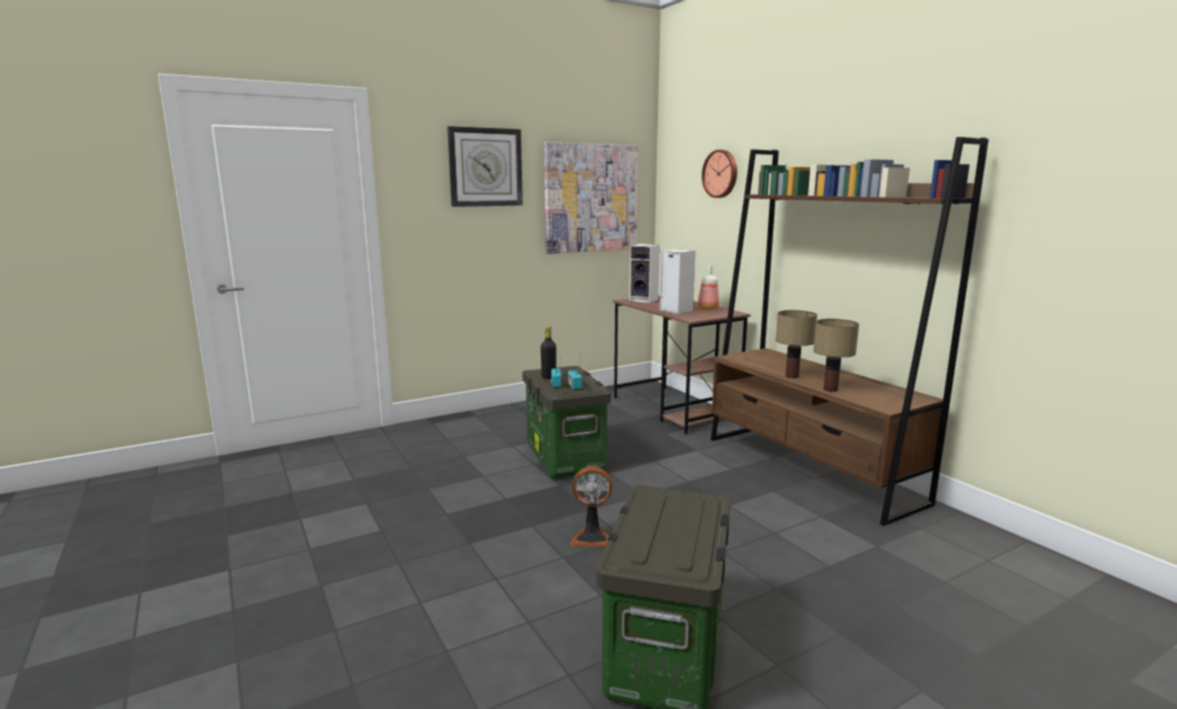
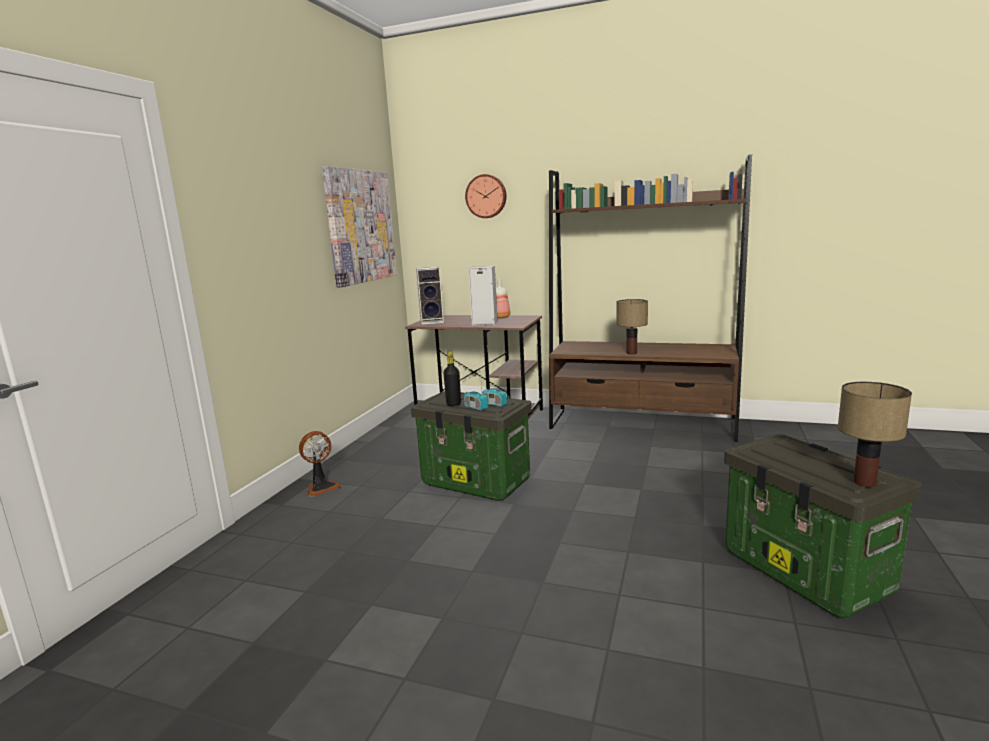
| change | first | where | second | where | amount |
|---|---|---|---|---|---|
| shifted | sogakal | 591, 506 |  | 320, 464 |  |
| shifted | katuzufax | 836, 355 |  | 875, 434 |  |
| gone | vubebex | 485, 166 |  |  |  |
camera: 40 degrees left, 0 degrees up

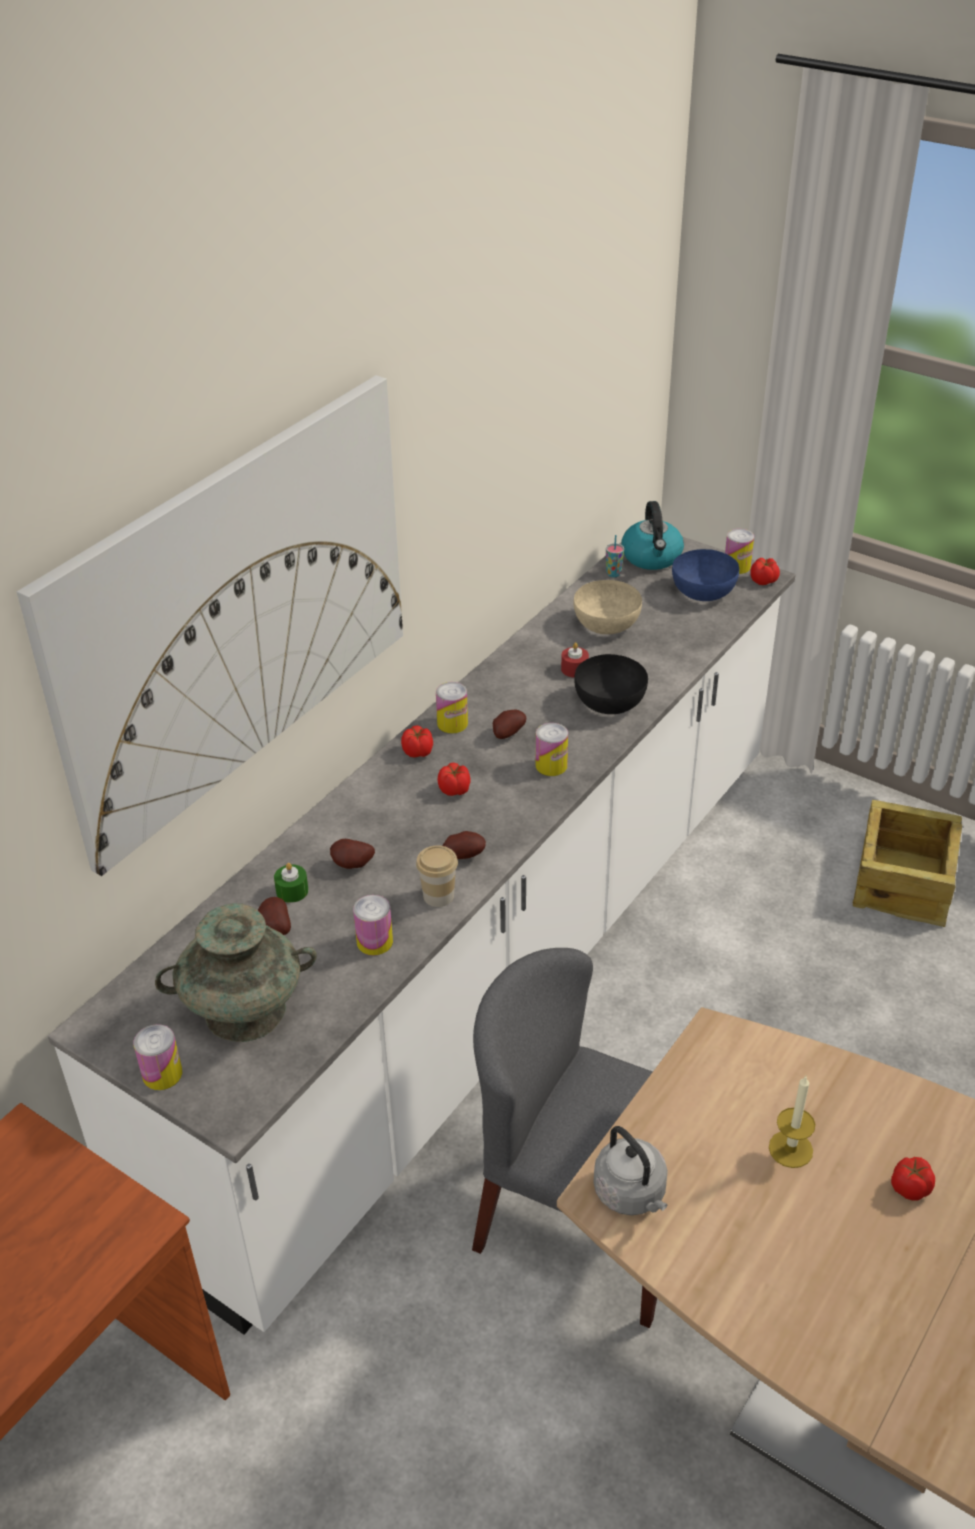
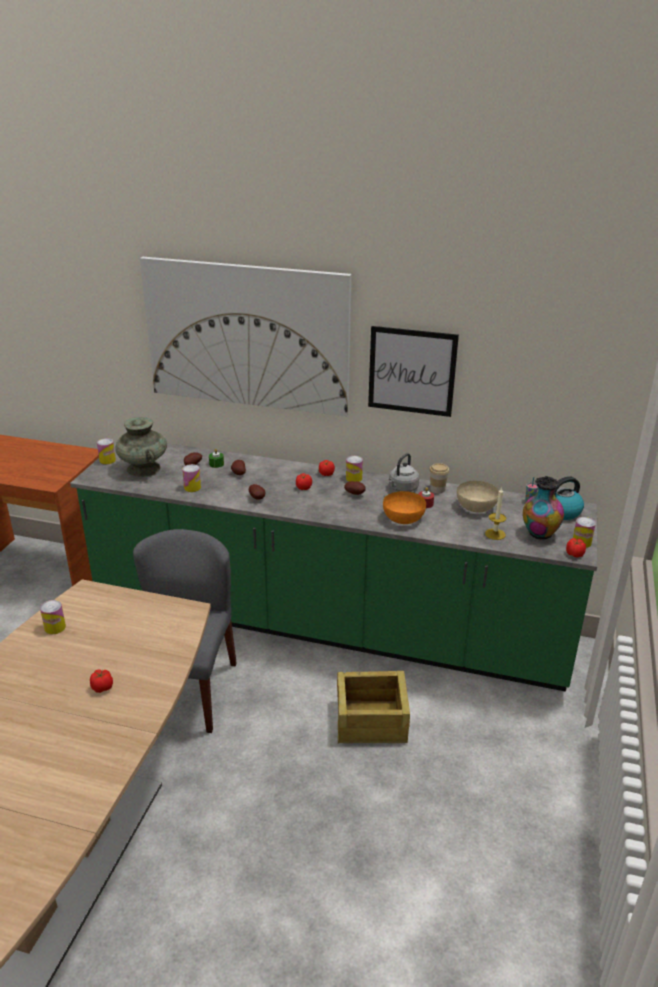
| change | first | where | second | where | amount |
|---|---|---|---|---|---|
| shifted | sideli | 552, 749 |  | 53, 617 |  |
| repainted | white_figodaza | 422, 936 | green_figodaza | 333, 567 |  |
| shifted | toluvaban | 907, 863 |  | 373, 707 |  |
| new |  |  | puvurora | 413, 371 |  |
| repainted | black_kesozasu | 611, 684 | orange_kesozasu | 404, 507 |  |
| shifted | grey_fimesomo | 630, 1170 |  | 404, 472 |  |
| shifted | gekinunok | 437, 876 |  | 439, 478 |  |
| shifted | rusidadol | 792, 1122 |  | 495, 513 |  |
| swapped | blue_kesozasu | 705, 575 | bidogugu | 543, 508 |  |
camera: 70 degrees right, 10 degrees down

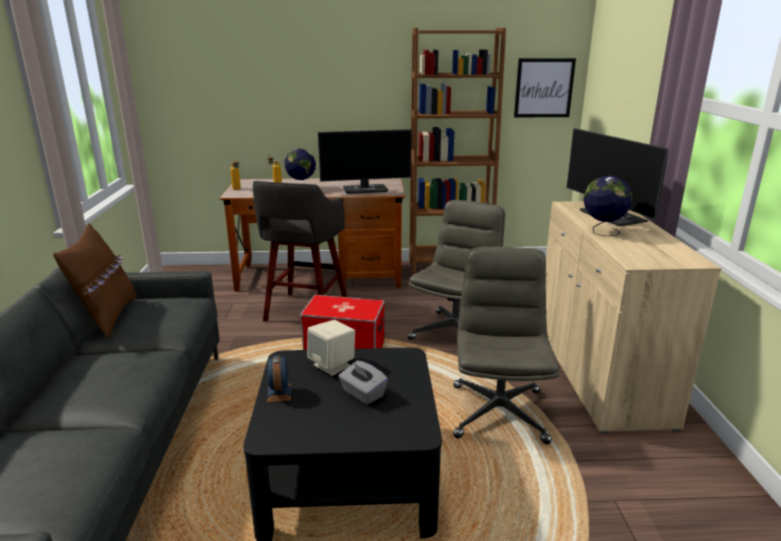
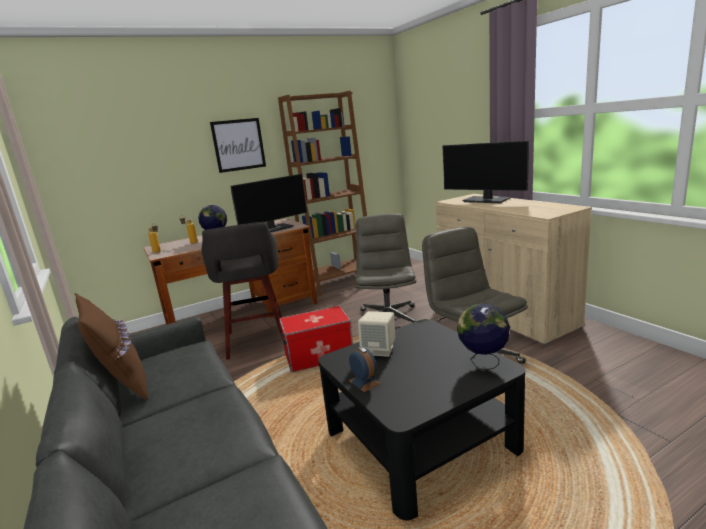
| change | first | where | second | where | amount |
|---|---|---|---|---|---|
| shifted | puvurora | 545, 87 |  | 238, 145 |  |
| shifted | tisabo | 608, 206 |  | 483, 337 |  |
| gone | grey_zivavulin | 363, 383 |  |  |  |
camera: 25 degrees left, 5 degrees down

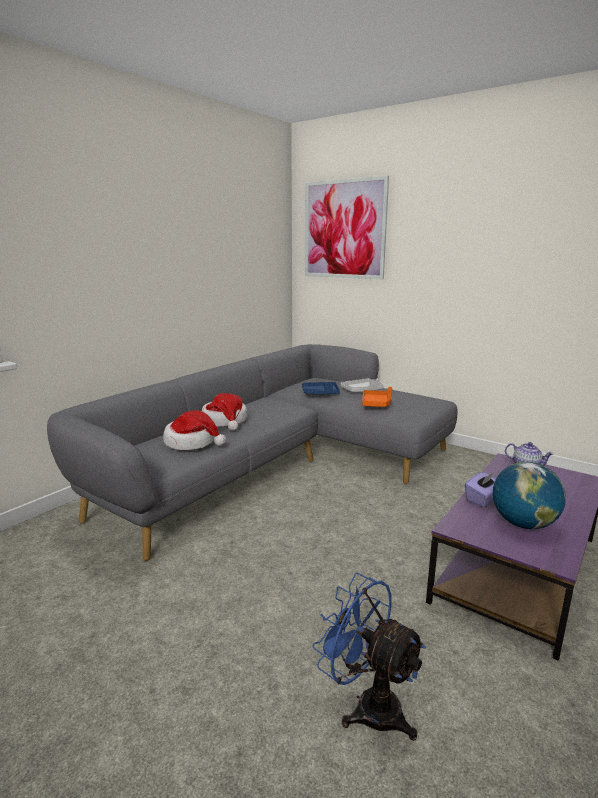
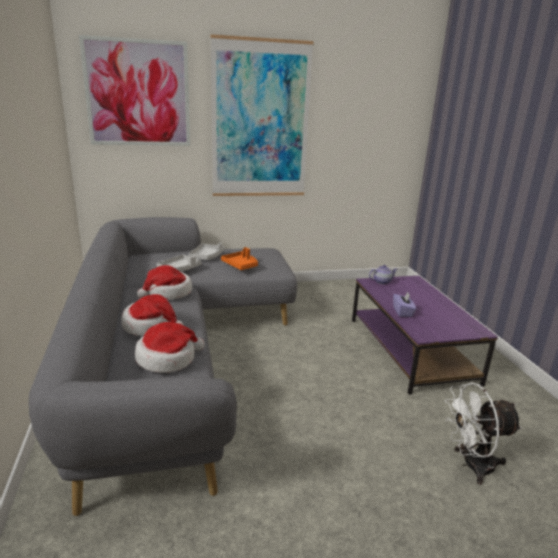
| change | first | where | second | where | amount |
|---|---|---|---|---|---|
| new |  |  | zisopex | 164, 282 |  |
| repainted | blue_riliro | 321, 388 | grey_riliro | 179, 263 |  |
| new |  |  | puvurora | 262, 115 |  |
| repainted | blue_sogakal | 369, 657 | white_sogakal | 483, 433 |  |
| gone | tisabo | 529, 495 |  |  |  |
camera: 50 degrees left, 5 degrees up

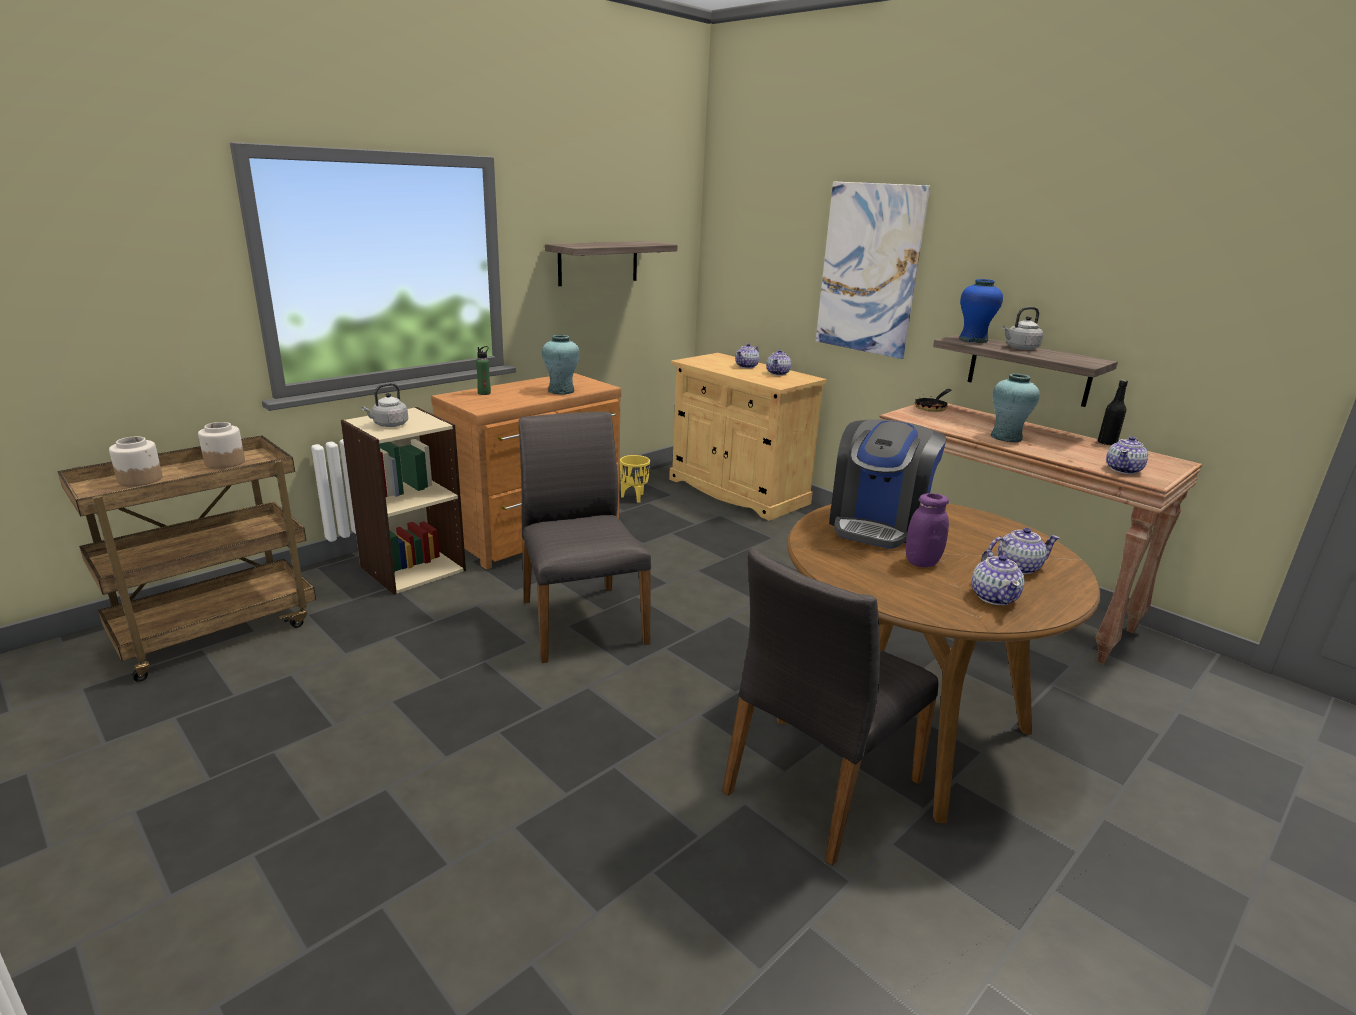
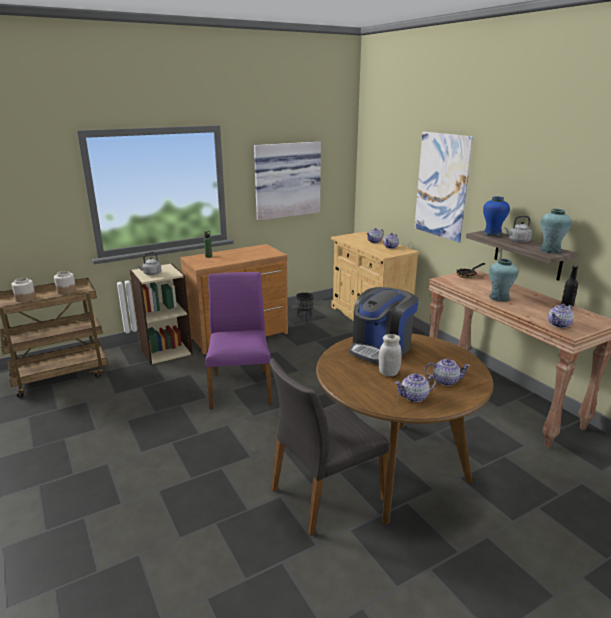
| change | first | where | second | where | amount |
|---|---|---|---|---|---|
| repainted | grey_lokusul | 585, 537 | purple_lokusul | 239, 340 |  |
| swapped | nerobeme | 611, 263 | puvurora | 287, 181 |  |
| repainted | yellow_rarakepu | 635, 479 | black_rarakepu | 305, 306 |  |
| repainted | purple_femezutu | 927, 530 | white_femezutu | 390, 355 |  |
| rotated | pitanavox | 998, 577 |  | 415, 387 | 60 degrees clockwise |
| shifted | turquoise_bidogugu | 561, 364 |  | 556, 231 |  |
camera: 15 degrees right, 0 degrees up

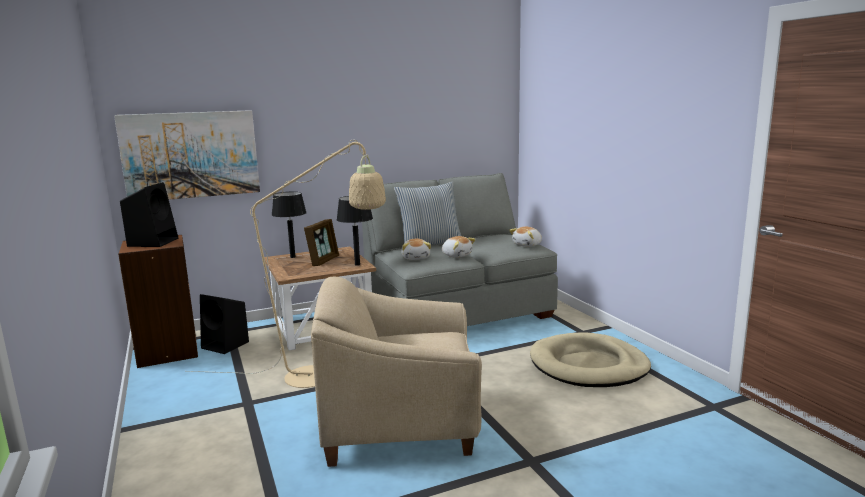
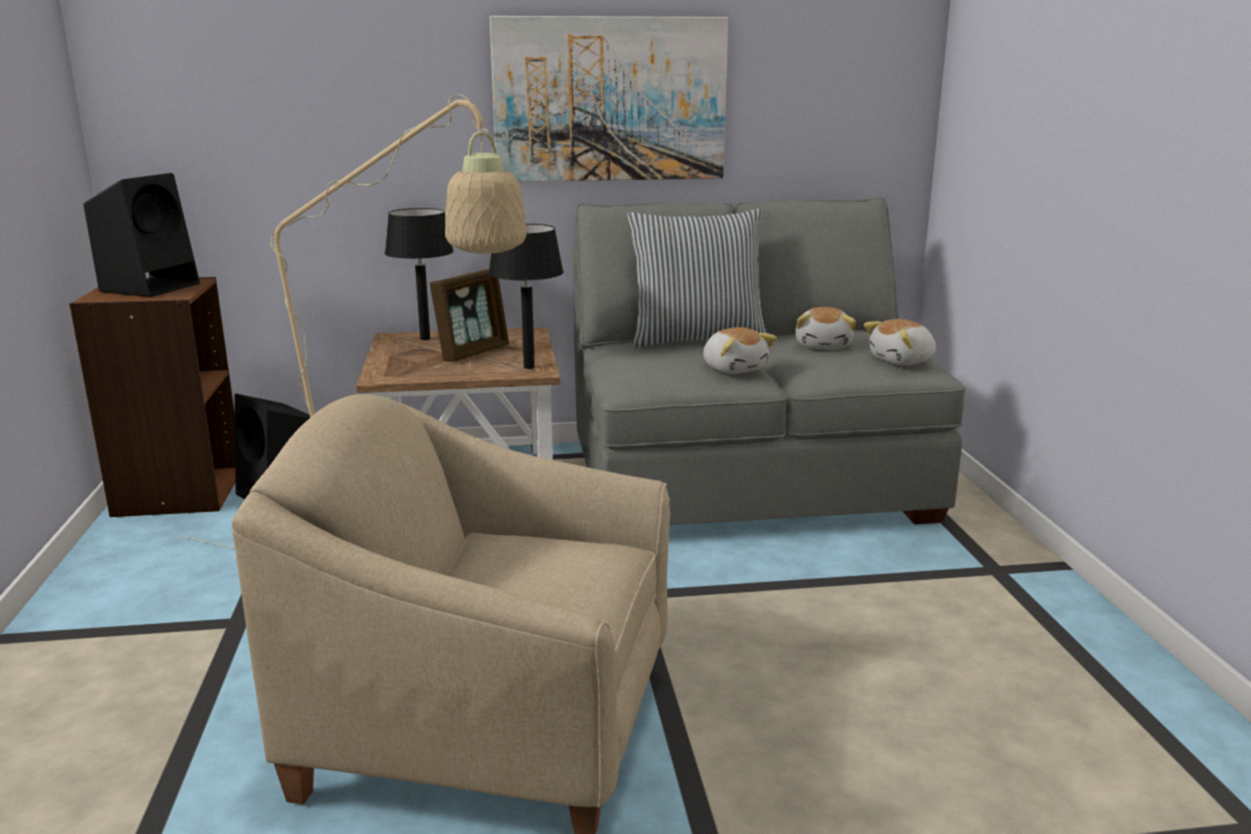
| change | first | where | second | where | amount |
|---|---|---|---|---|---|
| shifted | puvurora | 187, 155 |  | 609, 99 |  |
| shifted | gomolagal | 416, 249 |  | 825, 328 |  |
| gone | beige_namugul | 590, 359 |  |  |  |
camera: 15 degrees right, 5 degrees up

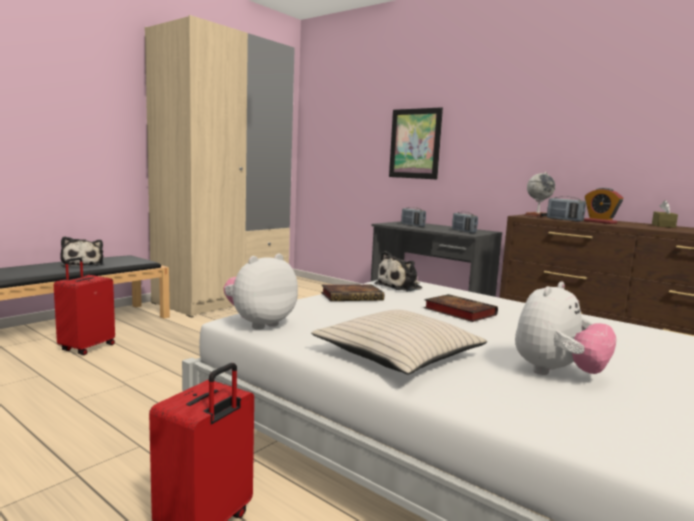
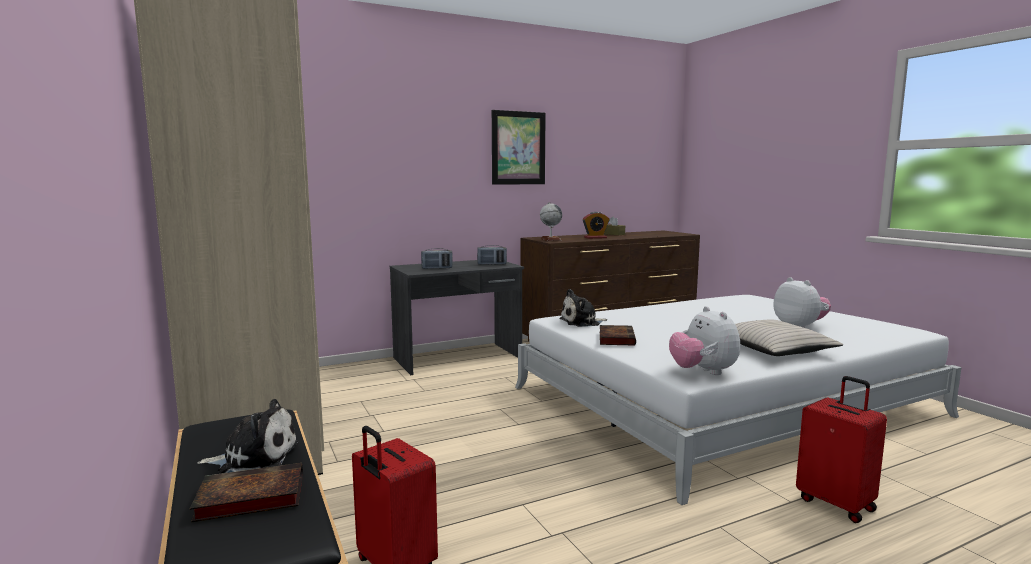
| change | first | where | second | where | amount |
|---|---|---|---|---|---|
| shifted | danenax | 461, 308 |  | 246, 492 |  |
| shifted | puvurora | 416, 143 |  | 519, 147 |  |
| rotated | gomolagal | 398, 271 |  | 583, 308 | 90 degrees clockwise |
| gone | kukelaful | 566, 209 |  |  |  |
camera: 65 degrees left, 0 degrees up

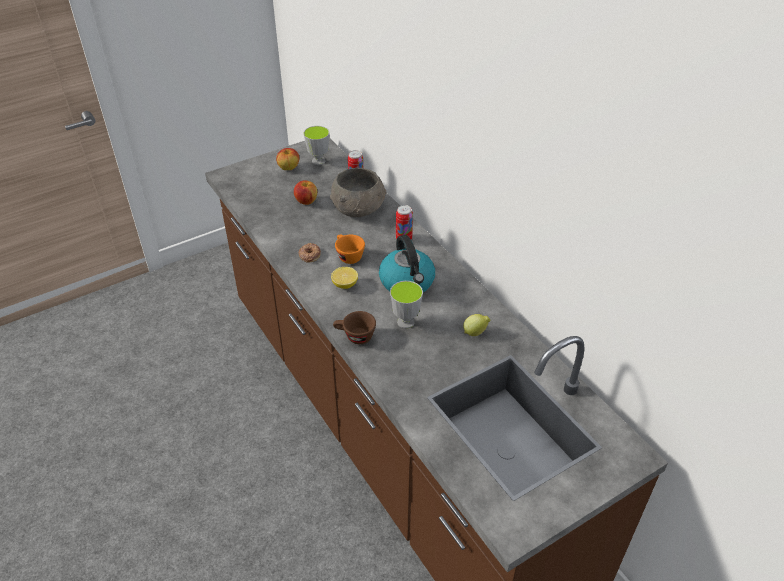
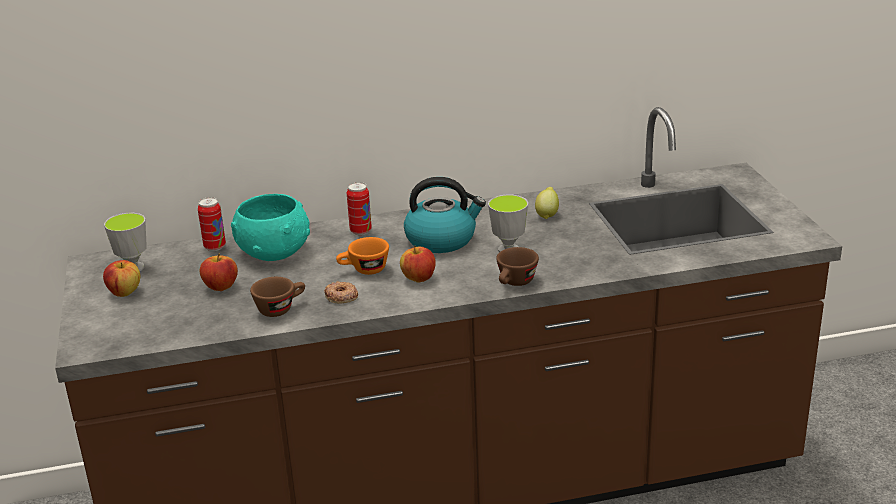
| change | first | where | second | where | amount |
|---|---|---|---|---|---|
| repainted | grey_kesozasu | 358, 192 | turquoise_kesozasu | 270, 227 |  |
| new |  |  | brown_gekinunok | 277, 297 |  |
| swapped | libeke | 344, 278 | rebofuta | 418, 264 |  |
camera: 70 degrees left, 15 degrees down

